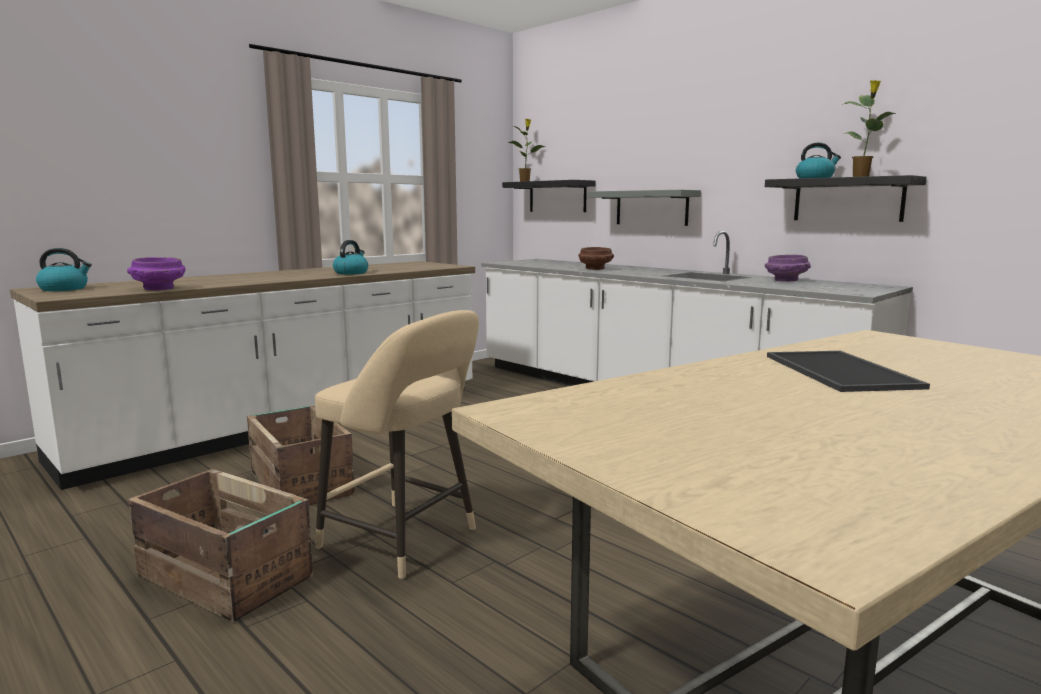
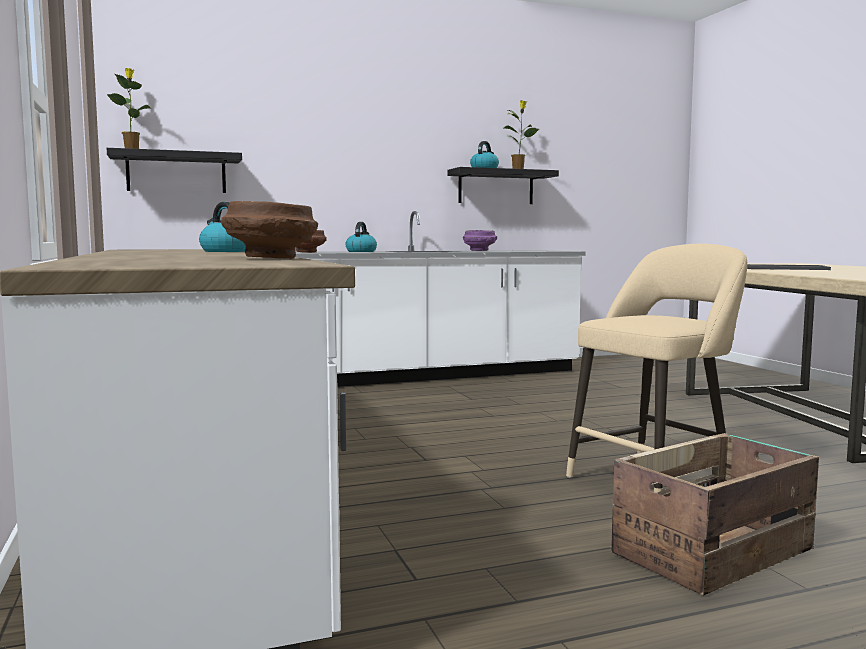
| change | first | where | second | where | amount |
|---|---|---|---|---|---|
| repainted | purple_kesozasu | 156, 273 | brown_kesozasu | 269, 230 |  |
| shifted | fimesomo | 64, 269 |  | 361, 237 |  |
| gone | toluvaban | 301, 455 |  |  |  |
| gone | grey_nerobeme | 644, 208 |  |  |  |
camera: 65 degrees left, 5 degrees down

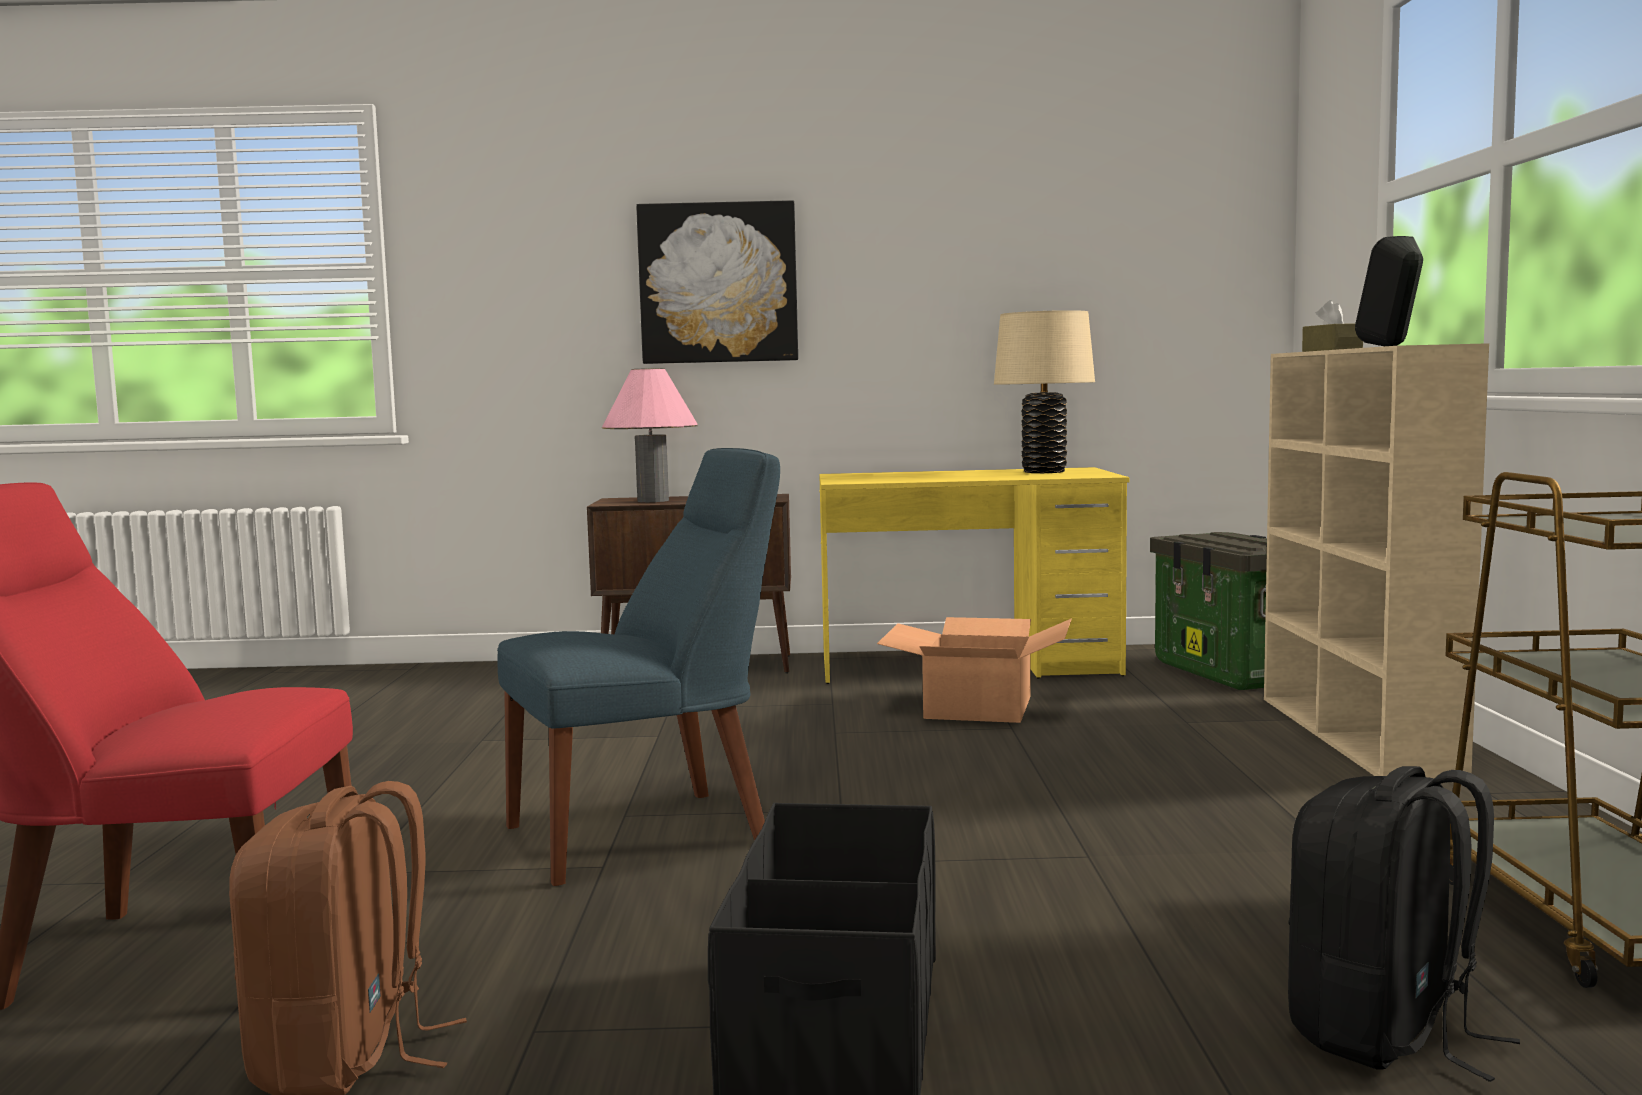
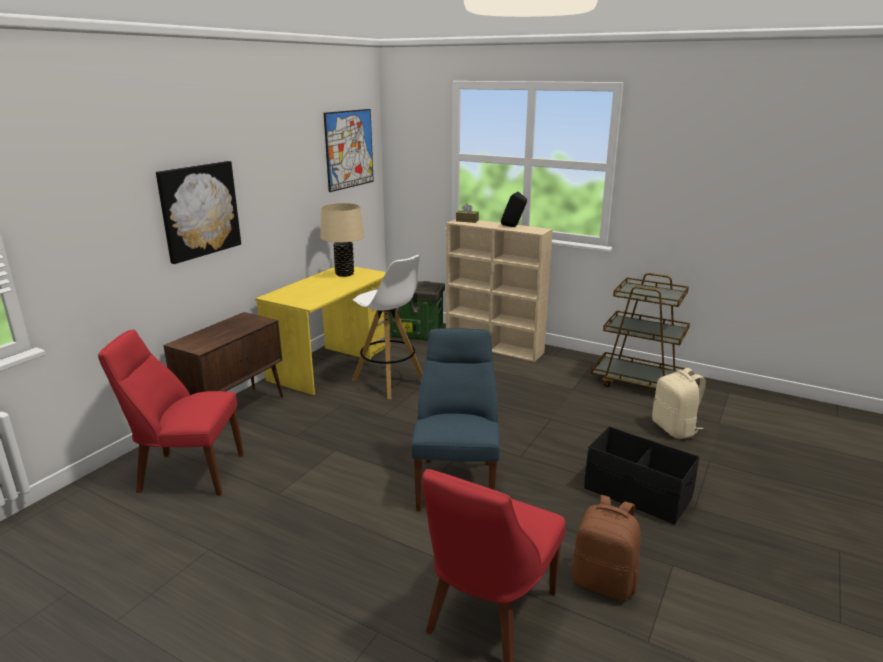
| change | first | where | second | where | amount |
|---|---|---|---|---|---|
| new |  |  | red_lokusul | 171, 413 |  |
| new |  |  | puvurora | 349, 150 |  |
| swapped | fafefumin | 974, 670 | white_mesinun | 387, 327 |  |
| repainted | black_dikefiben | 1404, 924 | beige_dikefiben | 679, 403 |  |
| gone | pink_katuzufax | 650, 435 |  |  |  |
camera: 60 degrees left, 15 degrees up

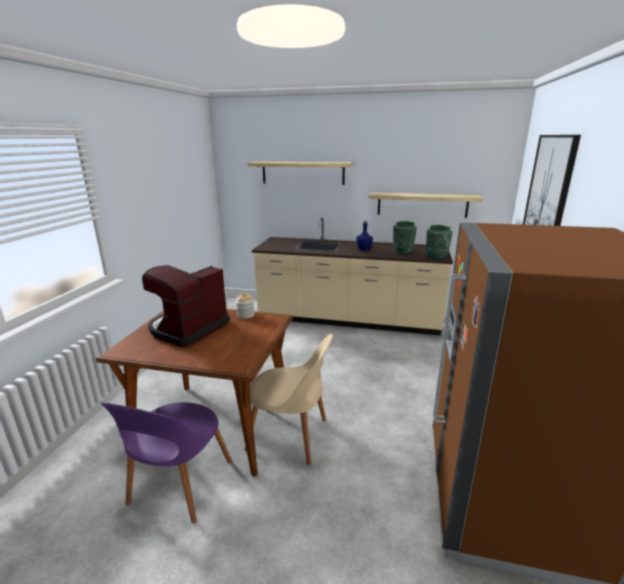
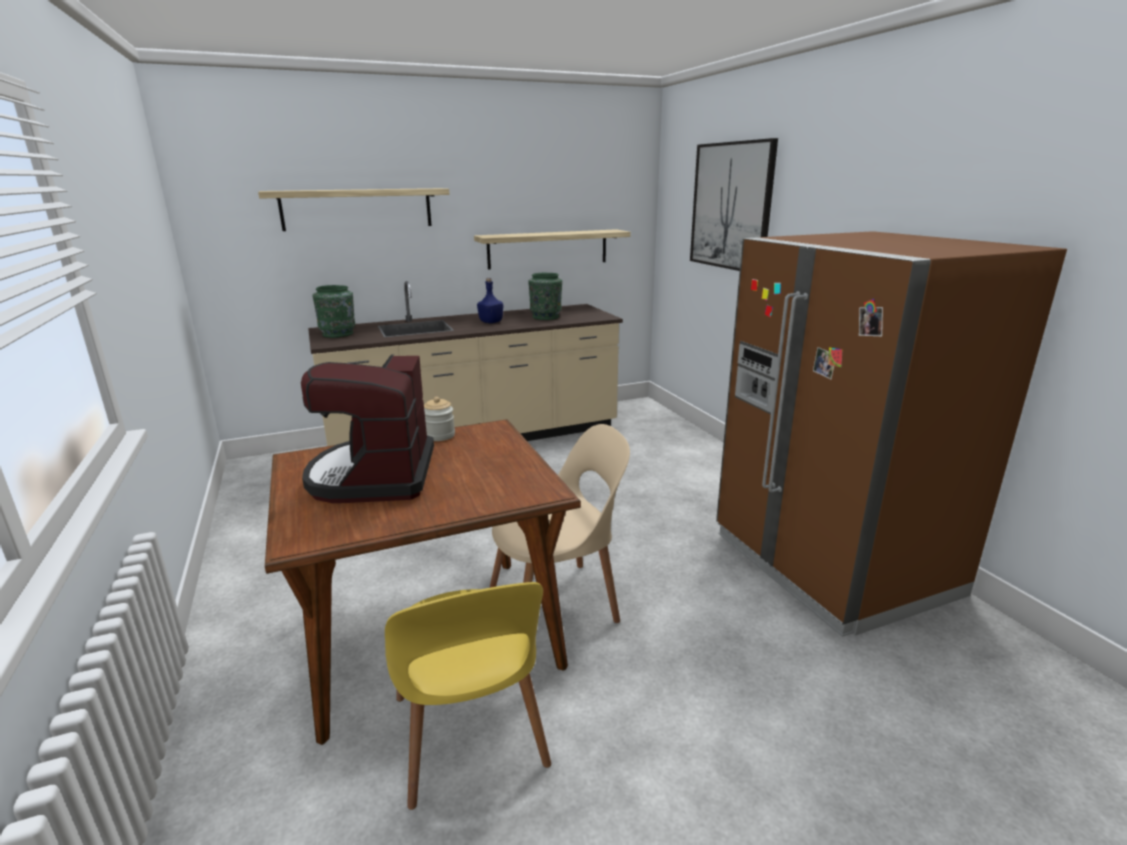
| change | first | where | second | where | amount |
|---|---|---|---|---|---|
| shifted | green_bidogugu | 439, 242 |  | 334, 311 |  |
| repainted | purple_lokusul | 166, 462 | yellow_lokusul | 468, 696 |  |
camera: 35 degrees left, 0 degrees up

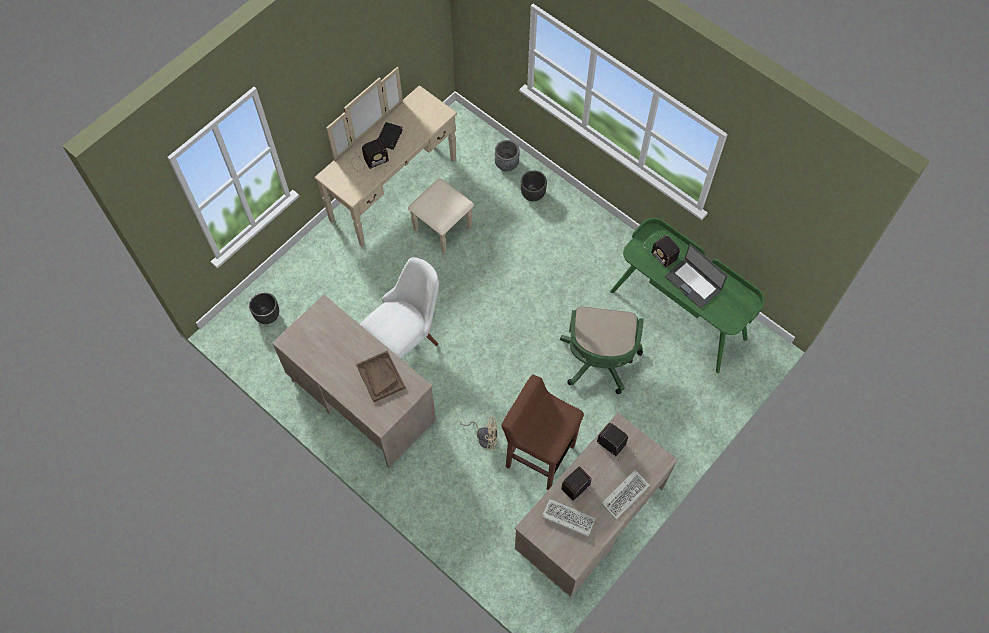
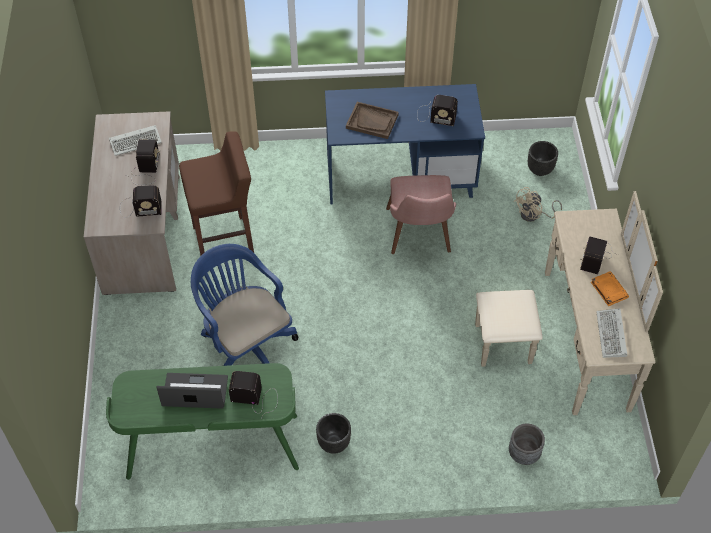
| change | first | where | second | where | amount |
|---|---|---|---|---|---|
| repainted | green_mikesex | 602, 350 | blue_mikesex | 244, 305 |  |
| shifted | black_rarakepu | 534, 185 |  | 333, 433 |  |
| repainted | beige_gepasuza | 354, 381 | blue_gepasuza | 405, 144 |  |
| repainted | white_lokusul | 399, 308 | pink_lokusul | 421, 214 |  |
| new |  |  | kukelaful | 437, 110 |  |
| shifted | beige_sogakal | 478, 433 |  | 538, 204 |  |
| repainted | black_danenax | 390, 136 | orange_danenax | 610, 288 |  |
| shifted | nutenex | 625, 495 |  | 611, 333 |  |
camera: 135 degrees right, 10 degrees down

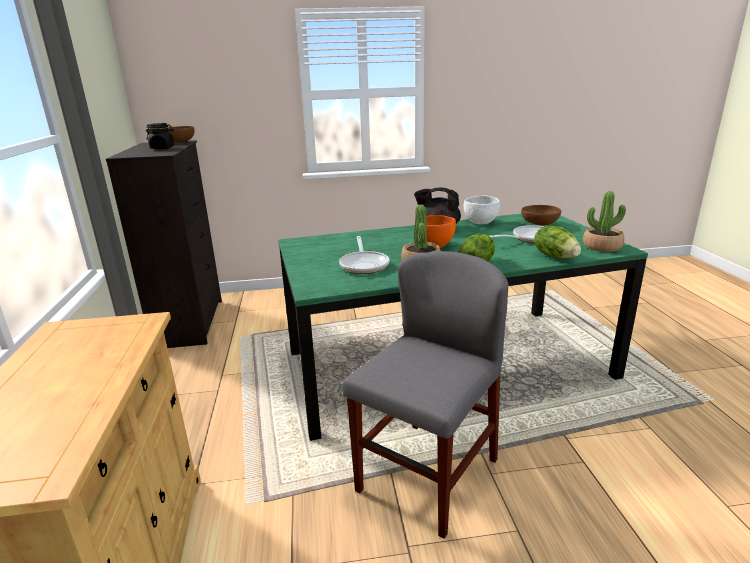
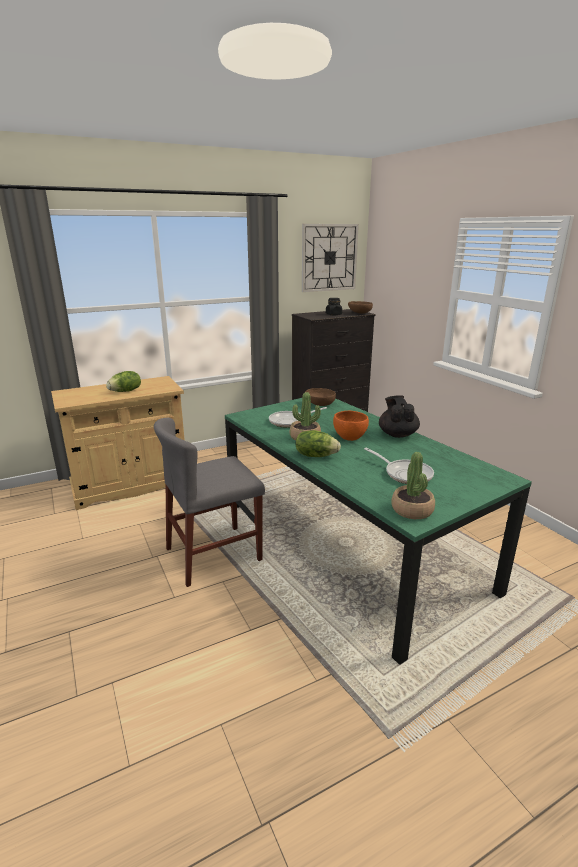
| change | first | where | second | where | amount |
|---|---|---|---|---|---|
| shifted | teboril | 557, 242 |  | 123, 381 |  |
| rotated | grey_lokusul | 425, 395 |  | 209, 502 | 135 degrees clockwise |
| new |  |  | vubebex | 330, 258 |  |
| shifted | brown_kesozasu | 541, 215 |  | 321, 397 |  |
| gone | white_kesozasu | 482, 210 |  |  |  |
camera: 70 degrees right, 0 degrees up

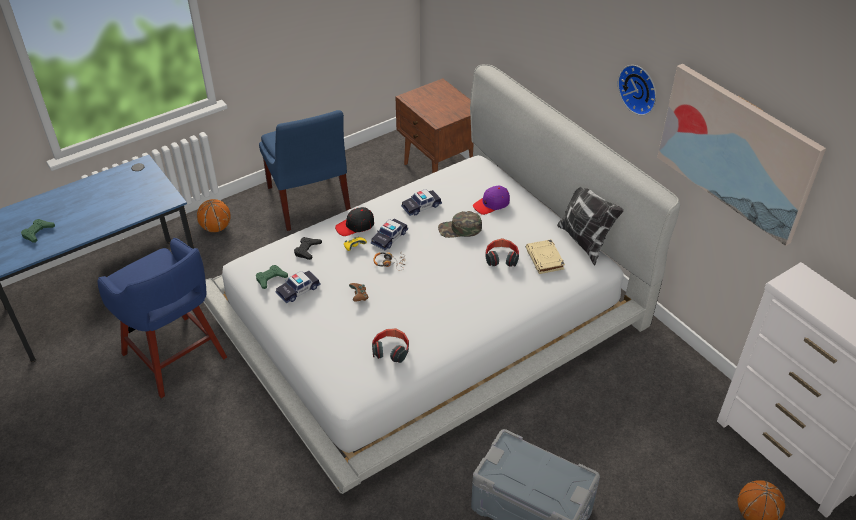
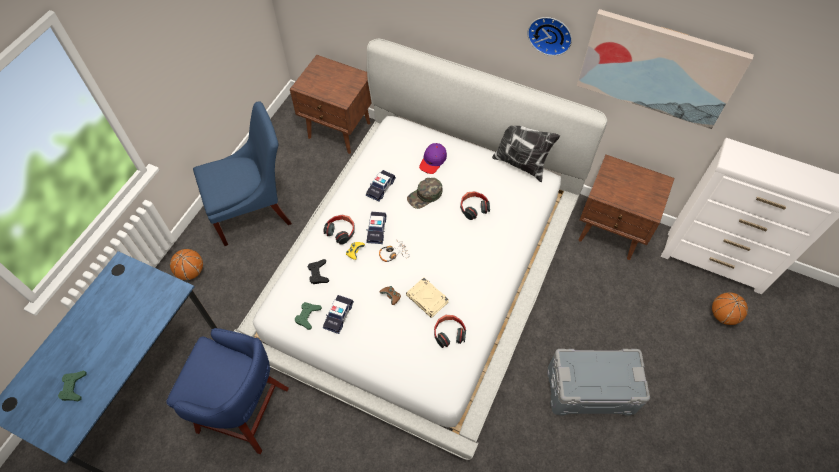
| change | first | where | second | where | amount |
|---|---|---|---|---|---|
| rotated | blue_lokusul | 305, 170 |  | 242, 173 | 60 degrees counterclockwise |
| swapped | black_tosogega | 354, 221 | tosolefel | 339, 230 |  |
| shifted | beige_danenax | 545, 256 |  | 427, 297 |  |
| new |  |  | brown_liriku | 626, 207 |  |
camera: 30 degrees left, 15 degrees up

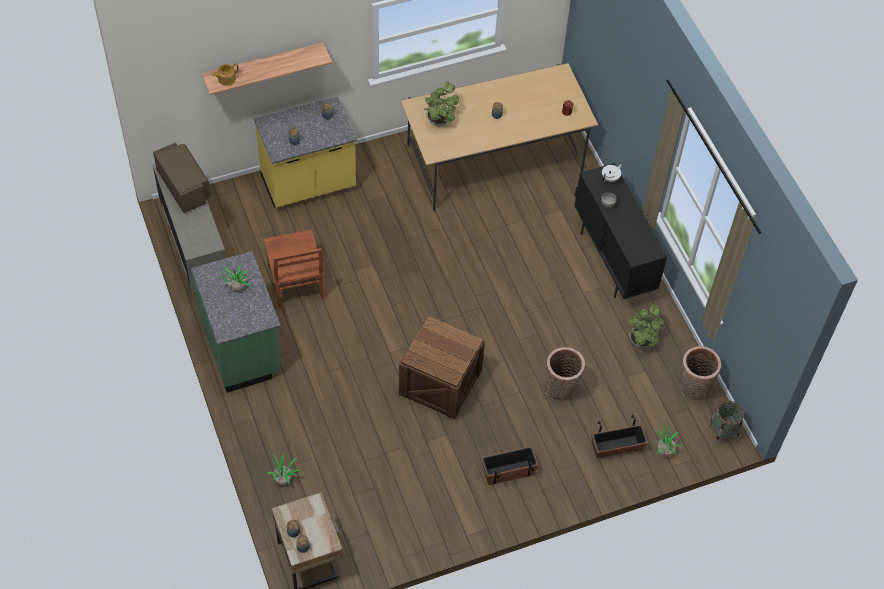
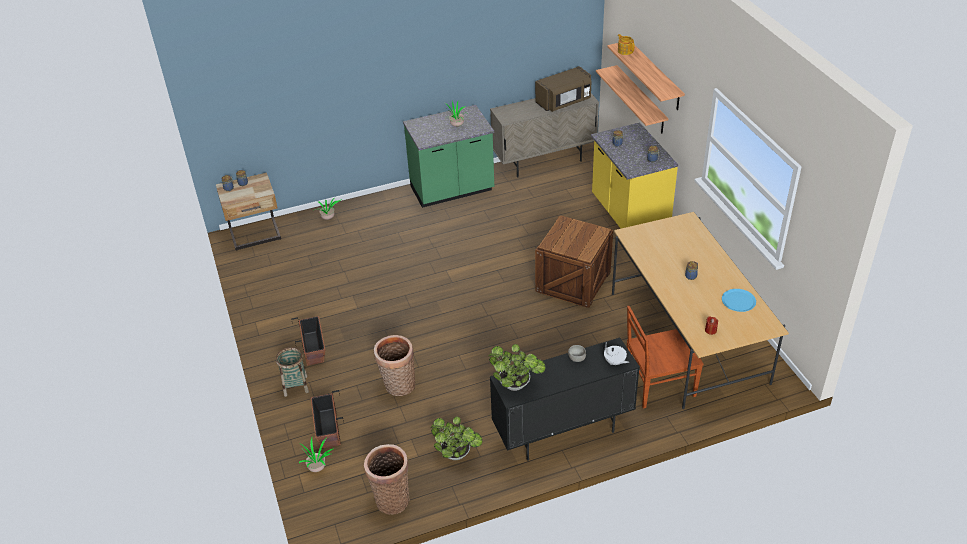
| change | first | where | second | where | amount |
|---|---|---|---|---|---|
| shifted | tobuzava | 726, 423 |  | 292, 372 |  |
| shifted | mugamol | 441, 104 |  | 516, 367 |  |
| shifted | toluvaban | 442, 367 |  | 574, 261 |  |
| new |  |  | nerobeme | 632, 99 |  |
| shifted | brown_lokusul | 294, 268 |  | 665, 357 |  |
| new |  |  | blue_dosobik | 739, 300 |  |
camera: 95 degrees right, 15 degrees down

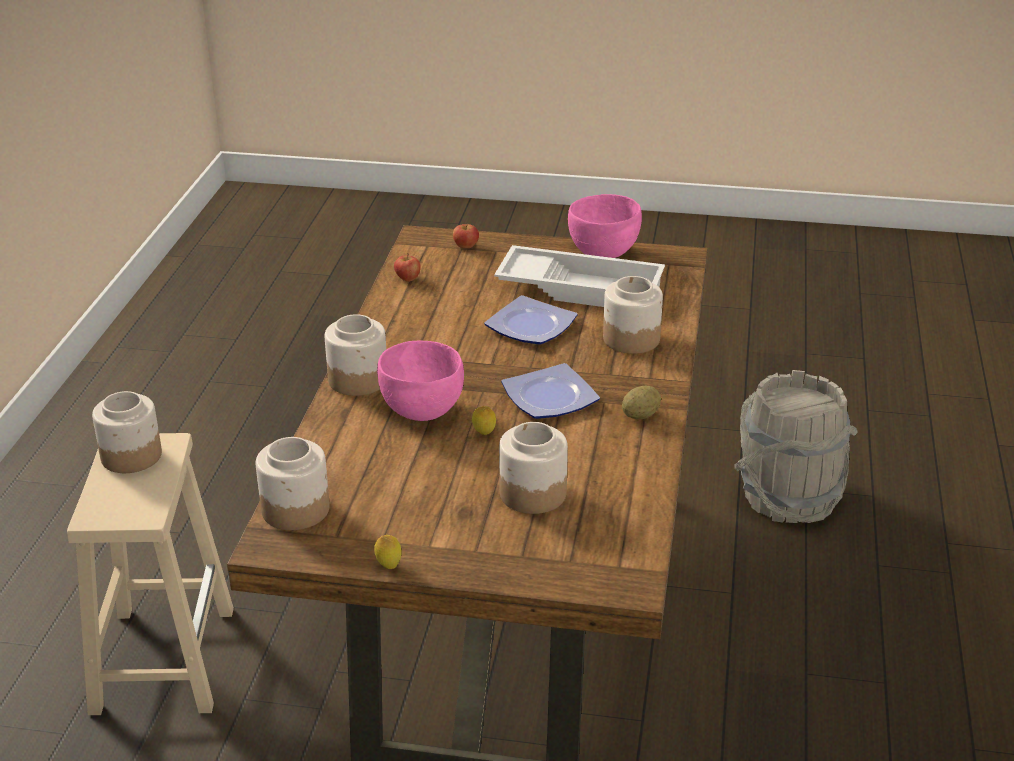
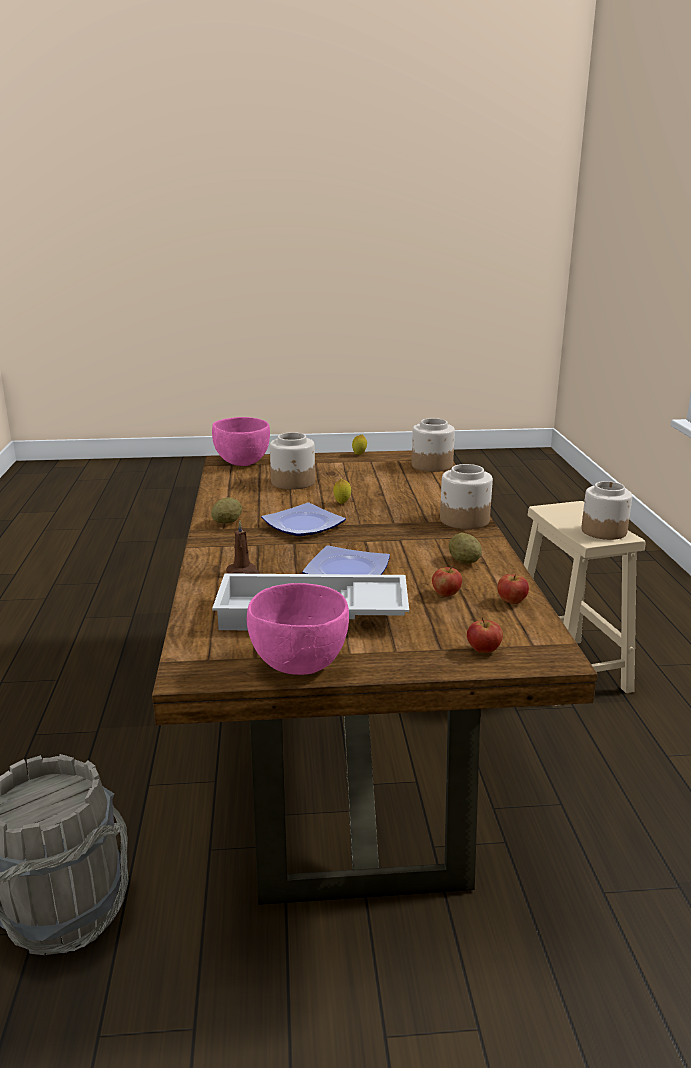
| change | first | where | second | where | amount |
|---|---|---|---|---|---|
| shifted | pink_kesozasu | 420, 380 |  | 241, 441 |  |
| swapped | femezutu | 633, 315 | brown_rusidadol | 243, 547 |  |
| new |  |  | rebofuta | 447, 581 |  |
| new |  |  | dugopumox | 465, 548 |  |
camera: 165 degrees right, 10 degrees down

